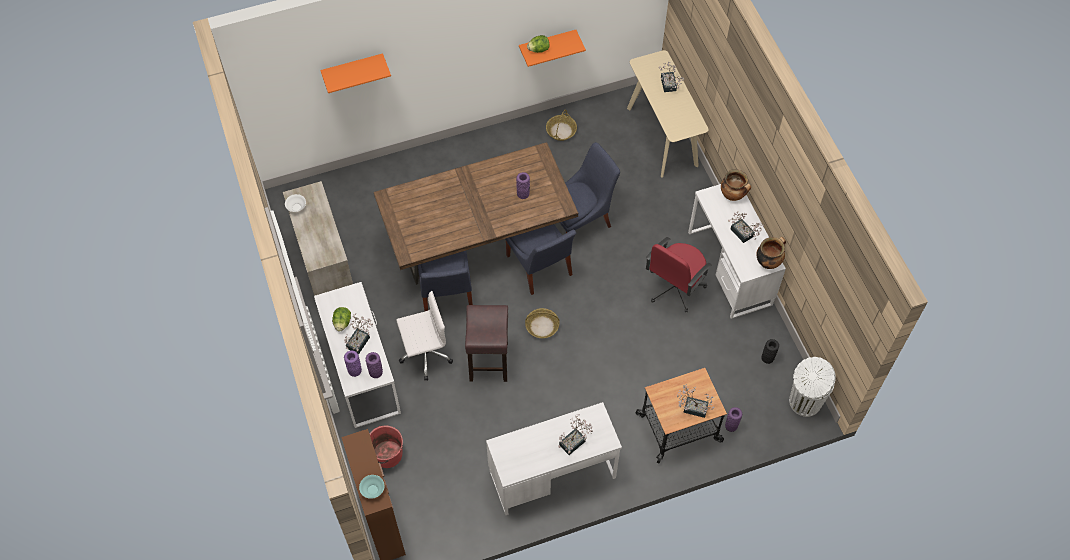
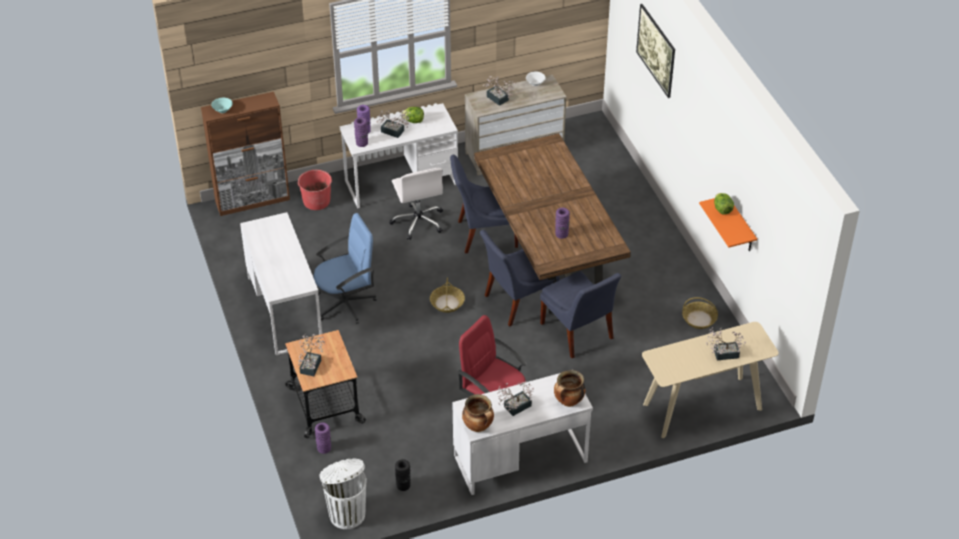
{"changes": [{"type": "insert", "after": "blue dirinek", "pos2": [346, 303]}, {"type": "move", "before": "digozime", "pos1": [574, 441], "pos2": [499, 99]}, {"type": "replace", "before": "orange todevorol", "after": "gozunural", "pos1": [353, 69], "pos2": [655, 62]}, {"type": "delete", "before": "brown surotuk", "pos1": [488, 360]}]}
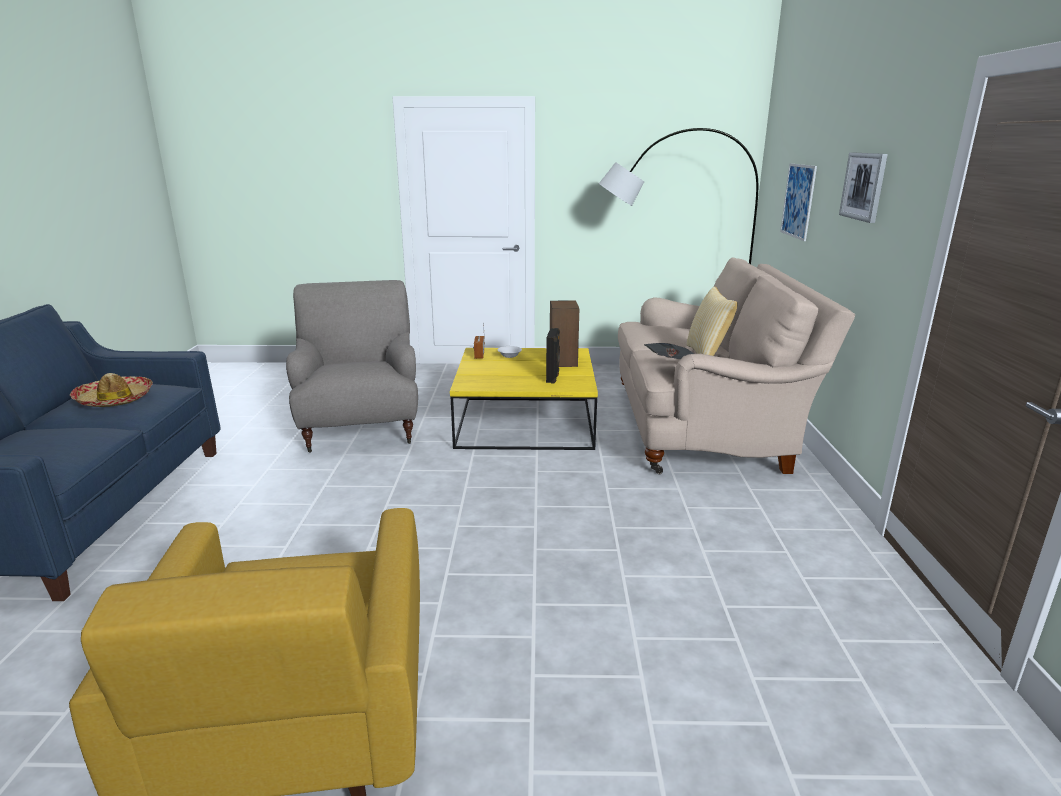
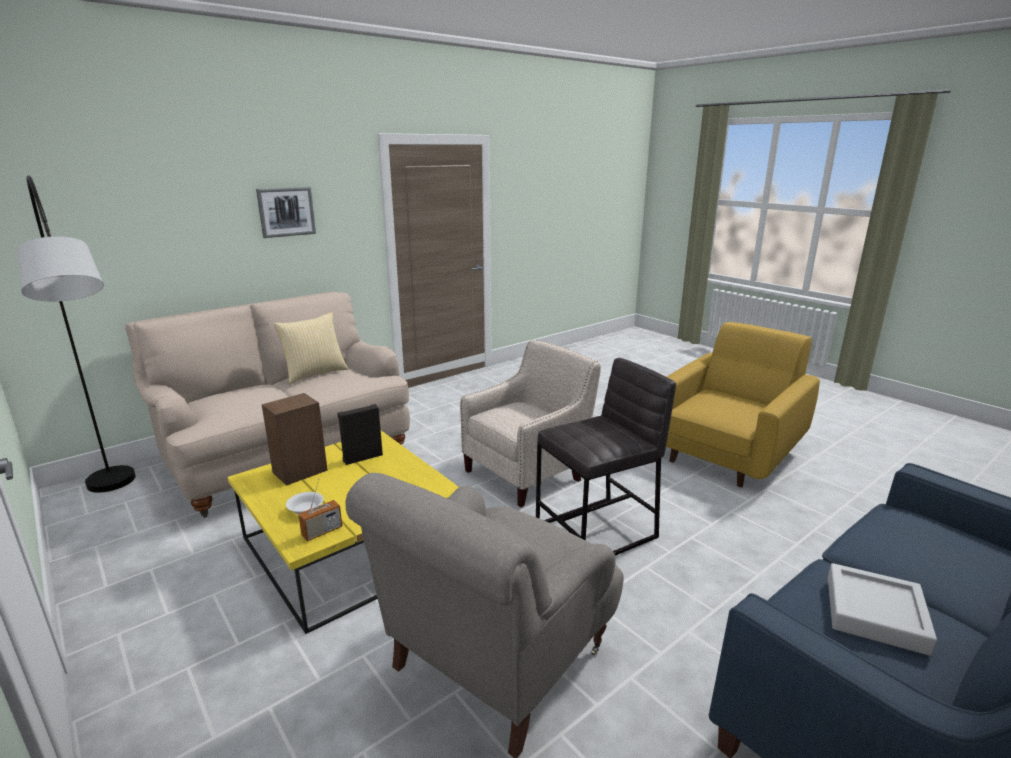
{"changes": [{"type": "insert", "after": "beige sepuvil", "pos2": [528, 472]}, {"type": "insert", "after": "grey surotuk", "pos2": [597, 532]}, {"type": "replace", "before": "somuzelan", "after": "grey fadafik", "pos1": [115, 399], "pos2": [875, 614]}, {"type": "delete", "before": "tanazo", "pos1": [671, 366]}, {"type": "delete", "before": "gozunural", "pos1": [798, 201]}]}
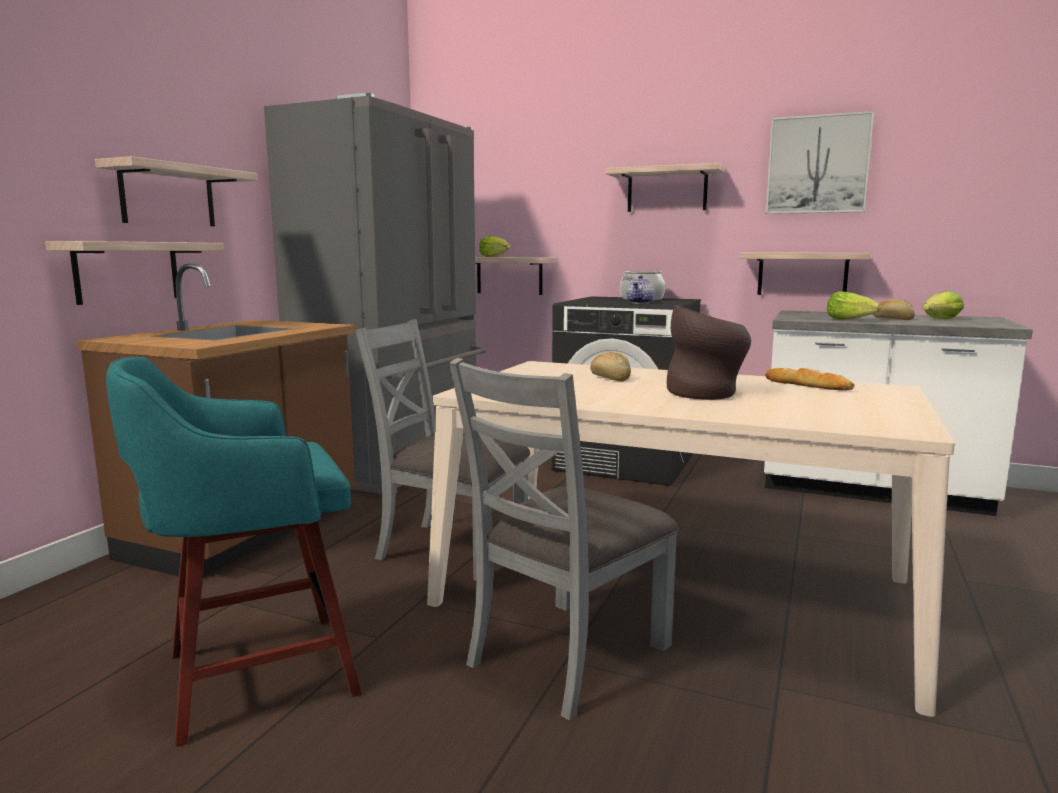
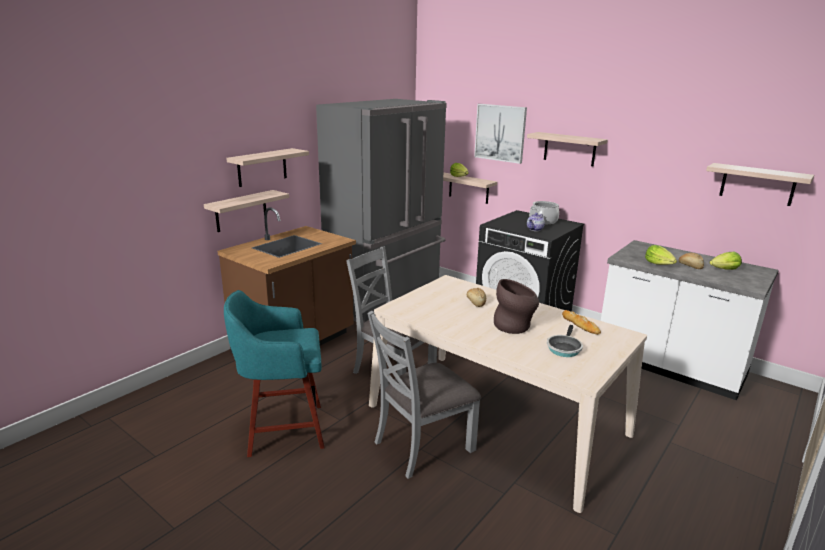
{"changes": [{"type": "move", "before": "gozunural", "pos1": [817, 164], "pos2": [500, 133]}, {"type": "insert", "after": "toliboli", "pos2": [564, 348]}, {"type": "move", "before": "todevorol", "pos1": [802, 274], "pos2": [757, 184]}]}
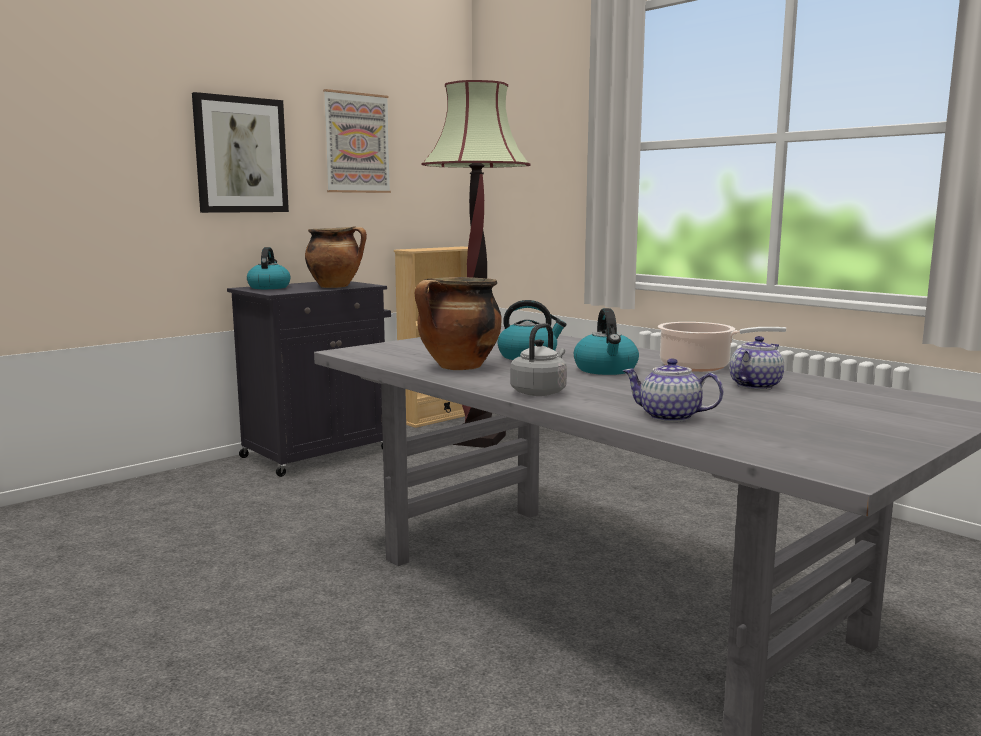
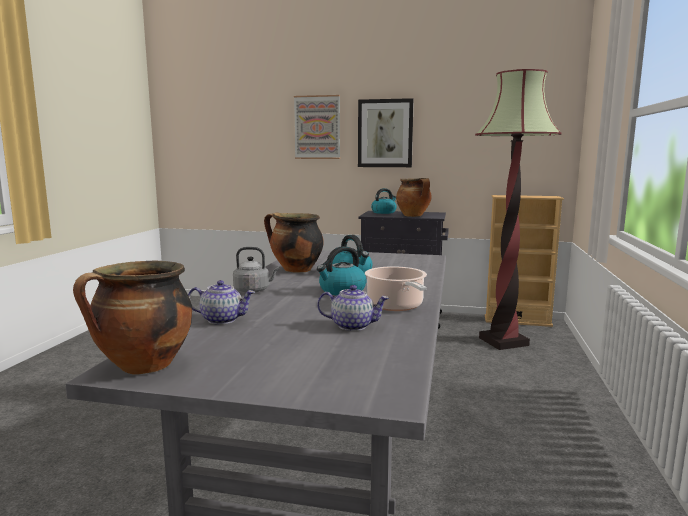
{"changes": [{"type": "insert", "after": "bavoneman", "pos2": [144, 367]}, {"type": "rotate", "before": "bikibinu", "pos1": [669, 417], "pos2": [222, 319], "turn": 105}, {"type": "move", "before": "gozunural", "pos1": [356, 143], "pos2": [317, 127]}]}
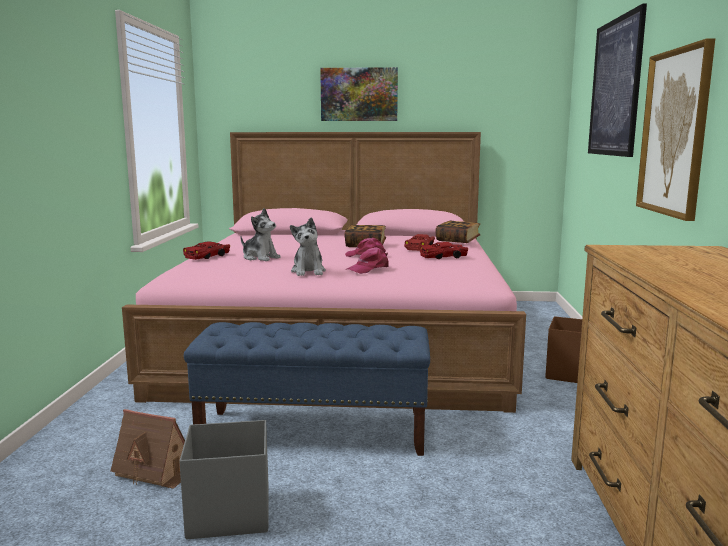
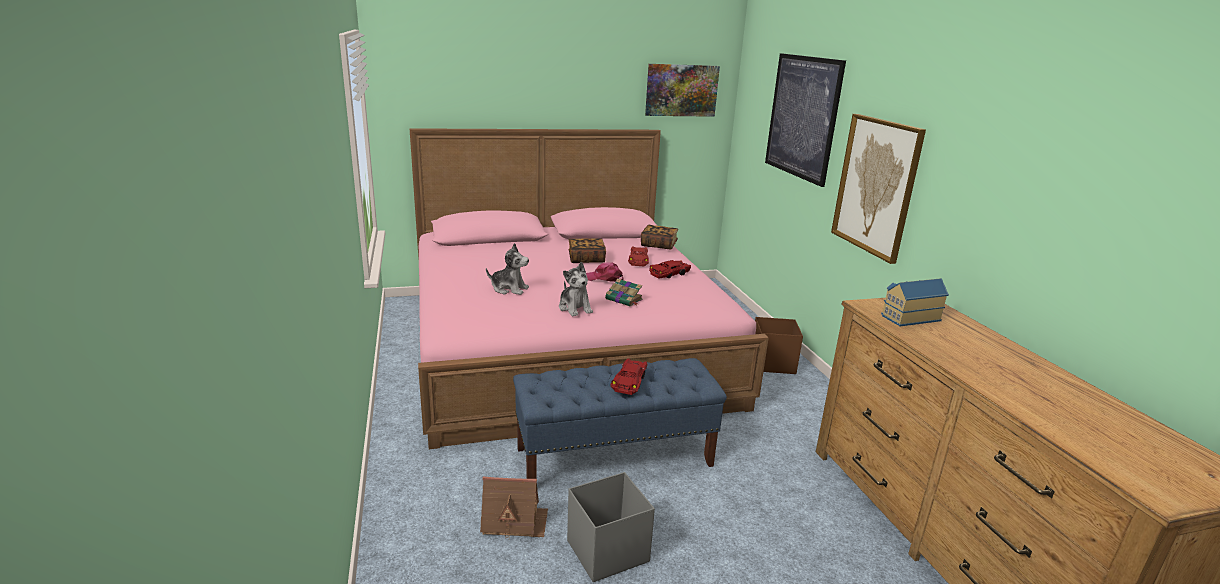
{"changes": [{"type": "replace", "before": "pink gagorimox", "after": "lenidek", "pos1": [369, 269], "pos2": [624, 299]}, {"type": "move", "before": "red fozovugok", "pos1": [208, 256], "pos2": [630, 381]}, {"type": "move", "before": "gozunural", "pos1": [359, 94], "pos2": [681, 90]}, {"type": "insert", "after": "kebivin", "pos2": [908, 317]}]}
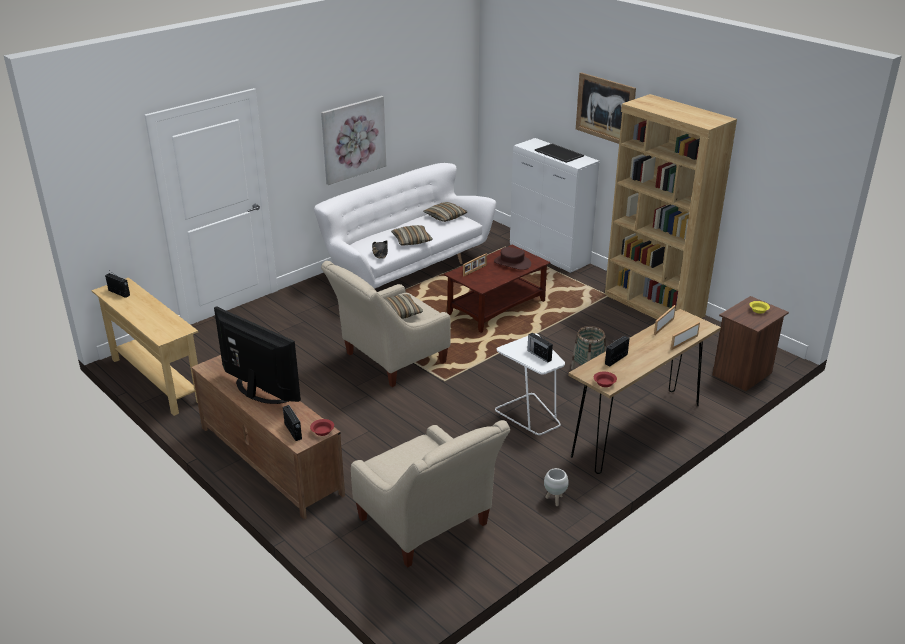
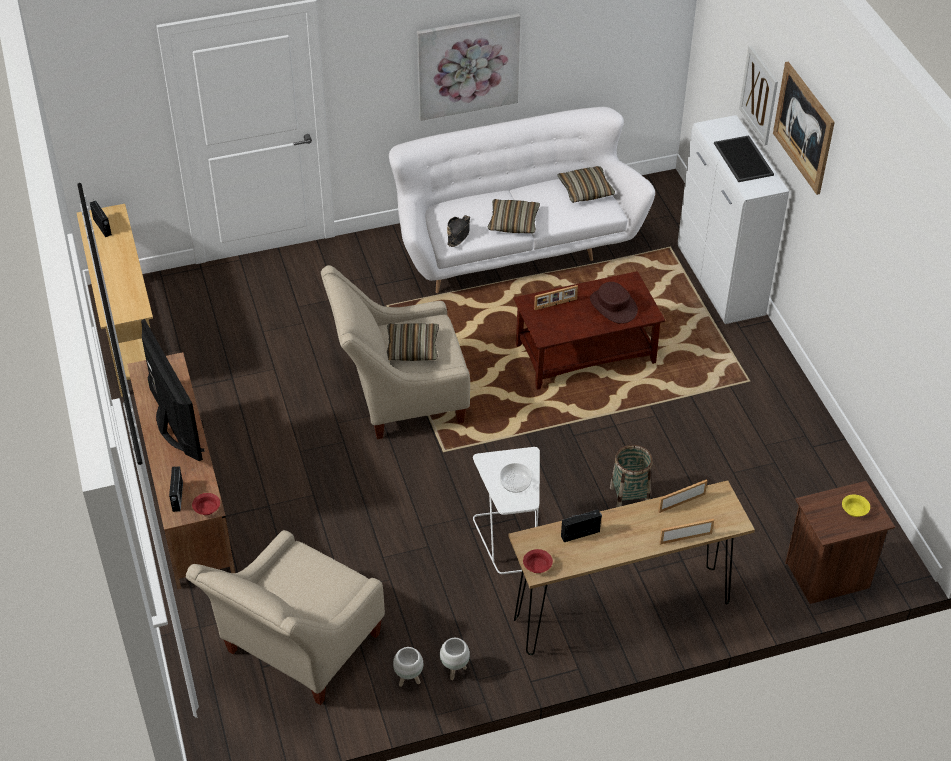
{"changes": [{"type": "rotate", "before": "beige sepuvil", "pos1": [428, 527], "pos2": [296, 651], "turn": 45}, {"type": "insert", "after": "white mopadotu", "pos2": [408, 679]}, {"type": "replace", "before": "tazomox", "after": "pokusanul", "pos1": [539, 355], "pos2": [515, 484]}, {"type": "insert", "after": "gozunural", "pos2": [759, 95]}, {"type": "delete", "before": "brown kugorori", "pos1": [653, 306]}]}
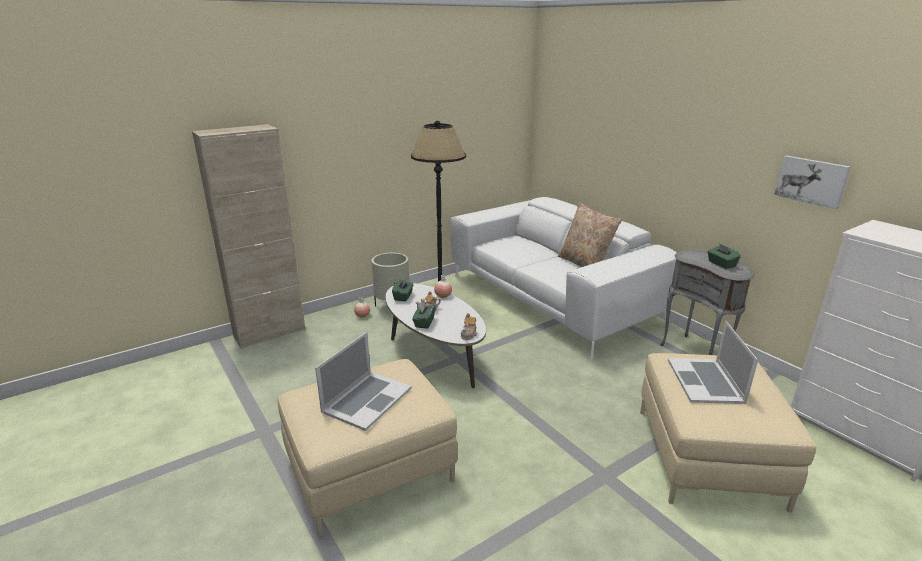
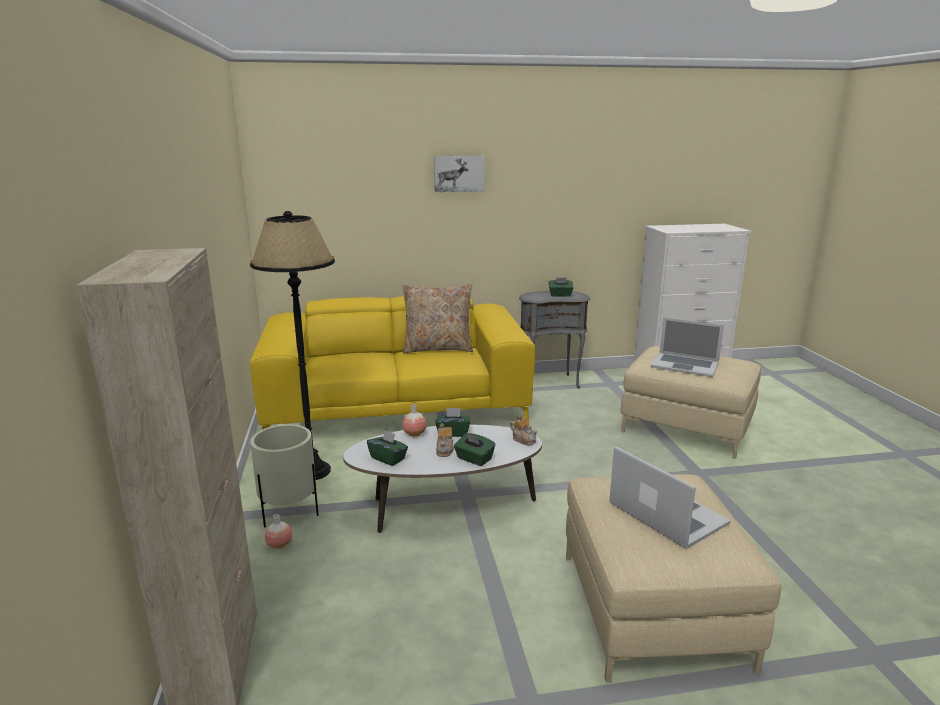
{"changes": [{"type": "recolor", "before": "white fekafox", "after": "yellow fekafox", "pos1": [551, 299], "pos2": [396, 408]}, {"type": "move", "before": "gozunural", "pos1": [812, 181], "pos2": [459, 173]}, {"type": "insert", "after": "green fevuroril", "pos2": [453, 433]}]}
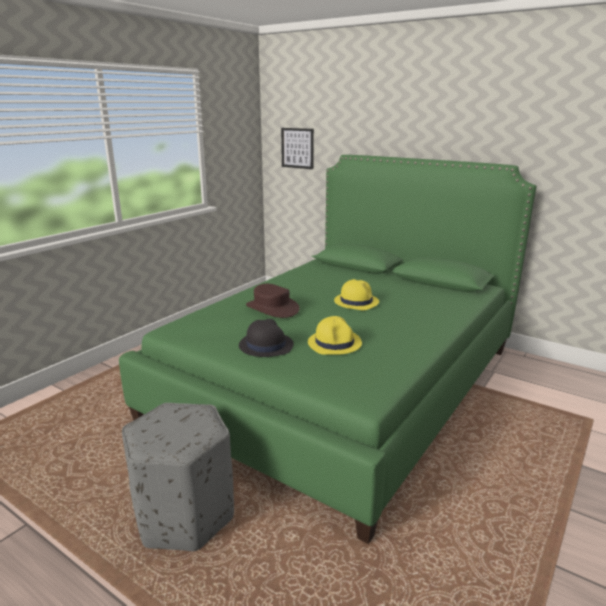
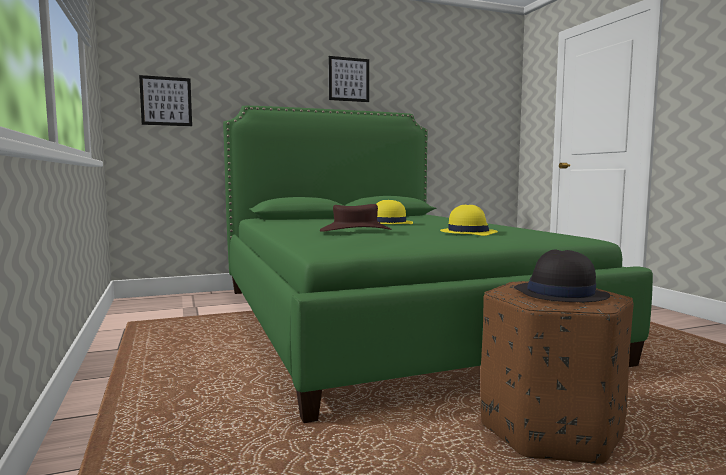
{"changes": [{"type": "insert", "after": "gozunural", "pos2": [348, 79]}, {"type": "recolor", "before": "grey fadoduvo", "after": "brown fadoduvo", "pos1": [185, 515], "pos2": [550, 430]}, {"type": "move", "before": "black somuzelan", "pos1": [265, 345], "pos2": [559, 294]}]}
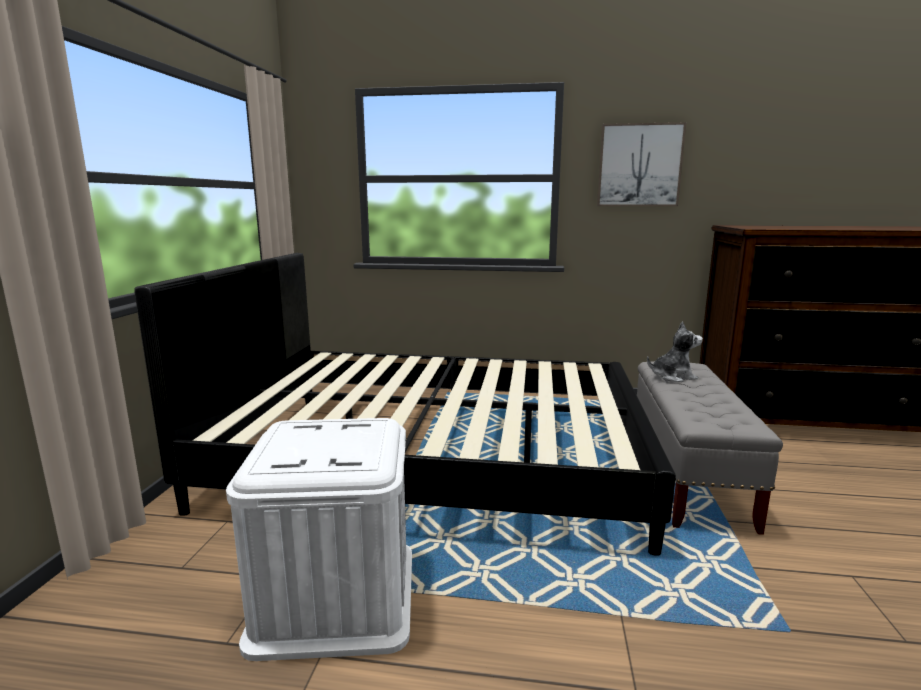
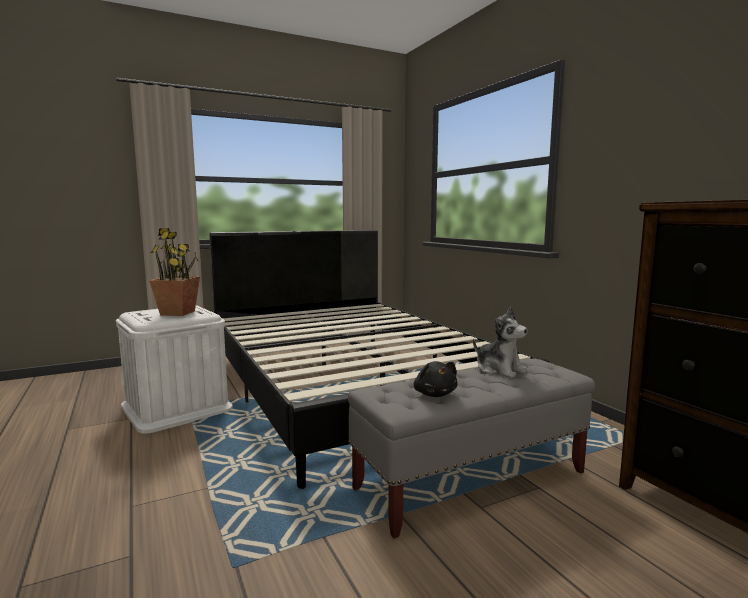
{"changes": [{"type": "insert", "after": "digozime", "pos2": [178, 313]}, {"type": "insert", "after": "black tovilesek", "pos2": [434, 394]}, {"type": "delete", "before": "gozunural", "pos1": [639, 165]}]}
